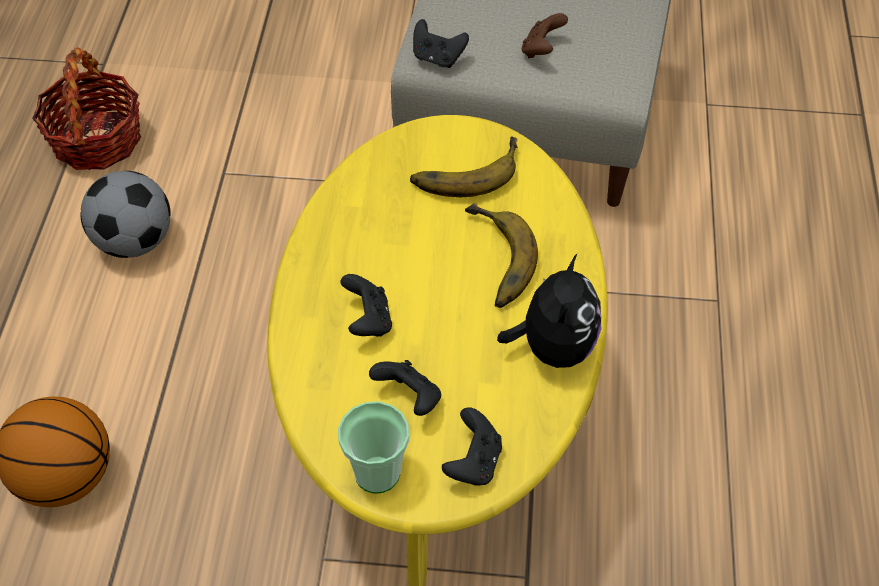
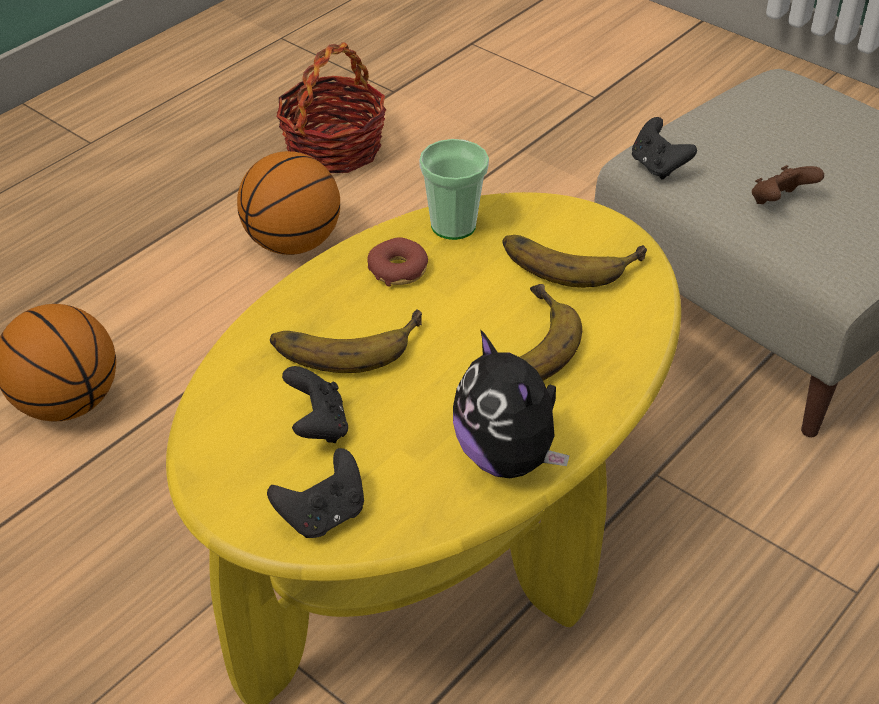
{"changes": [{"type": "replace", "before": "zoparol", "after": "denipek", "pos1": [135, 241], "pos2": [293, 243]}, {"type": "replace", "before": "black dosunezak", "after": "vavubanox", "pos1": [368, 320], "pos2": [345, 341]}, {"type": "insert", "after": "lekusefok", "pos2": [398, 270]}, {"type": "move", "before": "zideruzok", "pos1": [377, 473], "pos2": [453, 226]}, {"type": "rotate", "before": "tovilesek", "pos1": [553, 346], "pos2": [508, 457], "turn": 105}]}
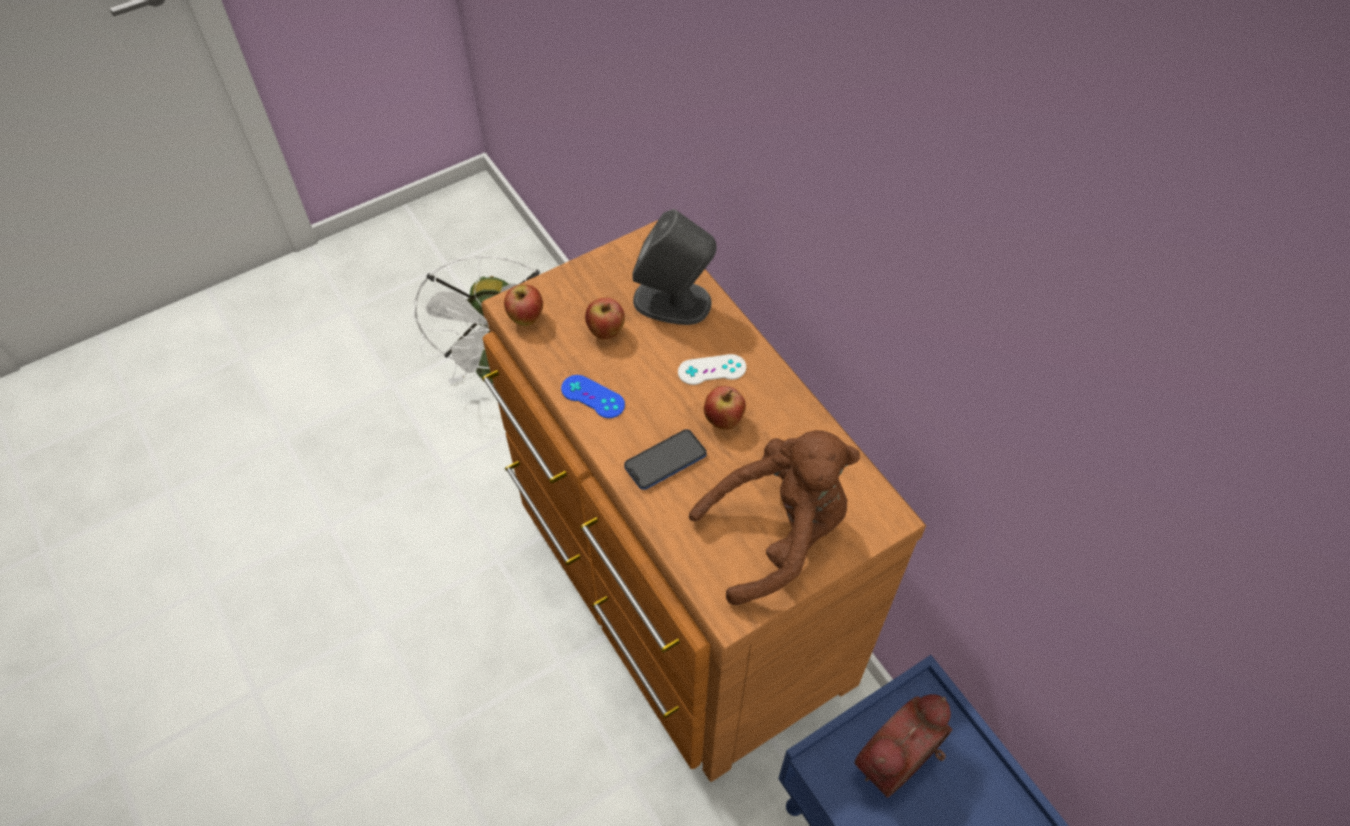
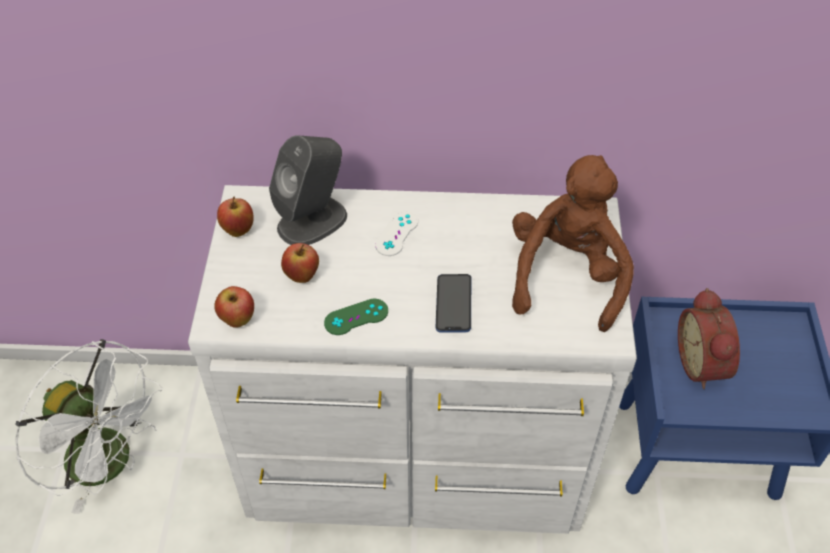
{"changes": [{"type": "recolor", "before": "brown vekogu", "after": "white vekogu", "pos1": [677, 593], "pos2": [417, 460]}, {"type": "move", "before": "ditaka", "pos1": [723, 421], "pos2": [238, 230]}, {"type": "recolor", "before": "blue dosunezak", "after": "green dosunezak", "pos1": [592, 397], "pos2": [356, 317]}]}
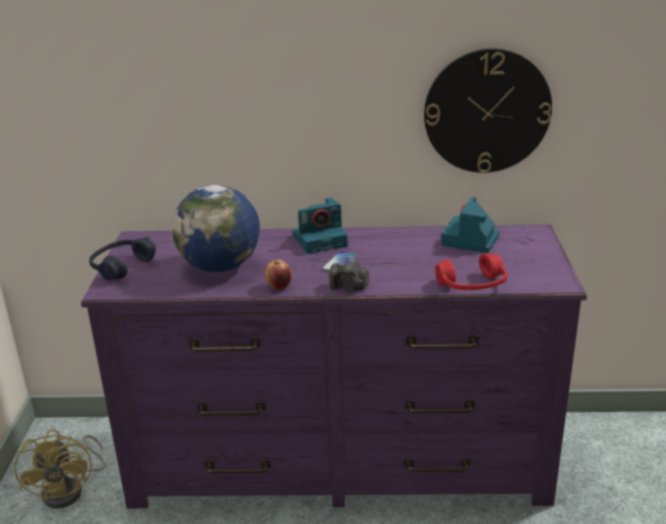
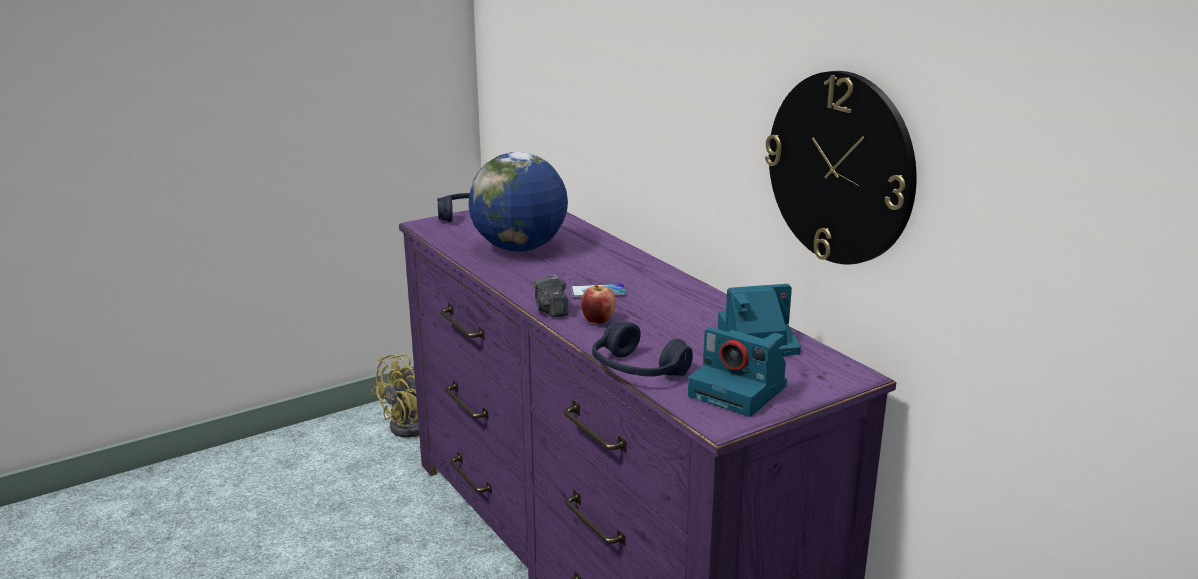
{"changes": [{"type": "move", "before": "ditaka", "pos1": [279, 286], "pos2": [598, 321]}, {"type": "recolor", "before": "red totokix", "after": "blue totokix", "pos1": [472, 286], "pos2": [637, 370]}, {"type": "move", "before": "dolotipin", "pos1": [320, 239], "pos2": [740, 391]}]}
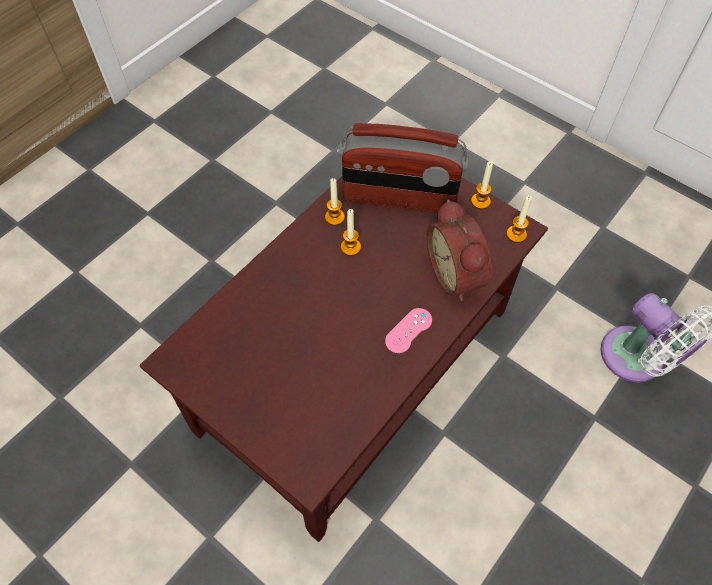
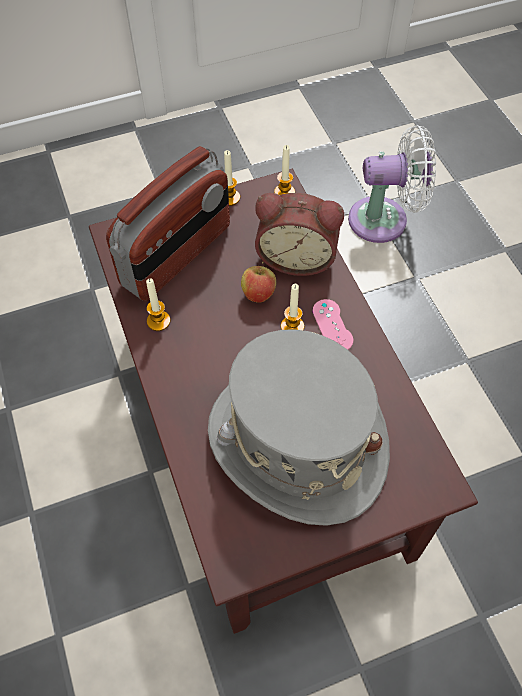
{"changes": [{"type": "insert", "after": "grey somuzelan", "pos2": [296, 443]}, {"type": "insert", "after": "ditaka", "pos2": [258, 294]}, {"type": "move", "before": "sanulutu", "pos1": [350, 247], "pos2": [292, 326]}]}
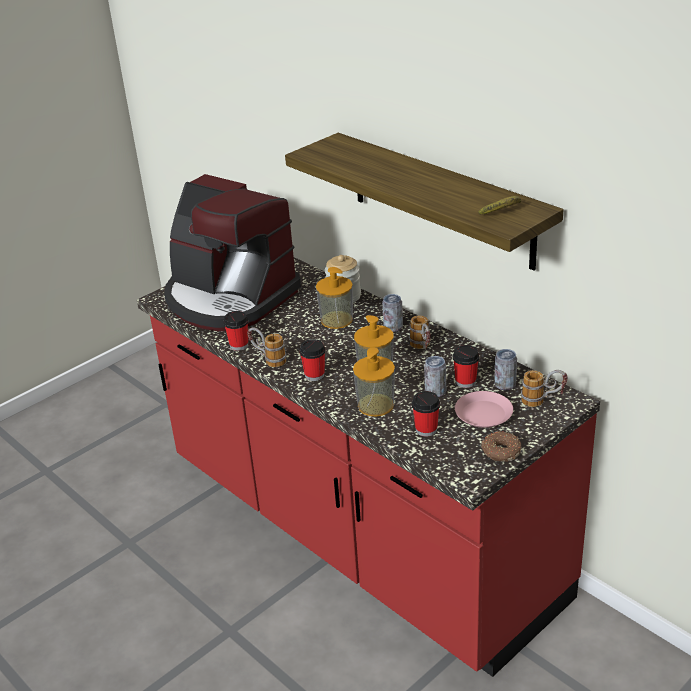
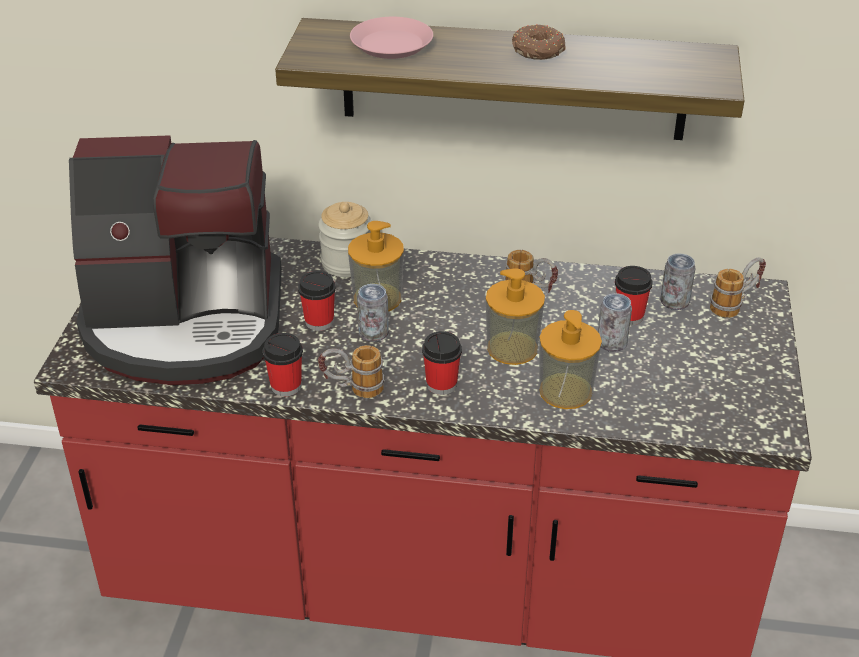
{"changes": [{"type": "move", "before": "zideruzok", "pos1": [426, 429], "pos2": [319, 322]}, {"type": "move", "before": "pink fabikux", "pos1": [483, 414], "pos2": [391, 44]}, {"type": "move", "before": "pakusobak", "pos1": [393, 327], "pos2": [373, 333]}, {"type": "move", "before": "lekusefok", "pos1": [500, 452], "pos2": [537, 51]}, {"type": "delete", "before": "vavubanox", "pos1": [503, 211]}]}
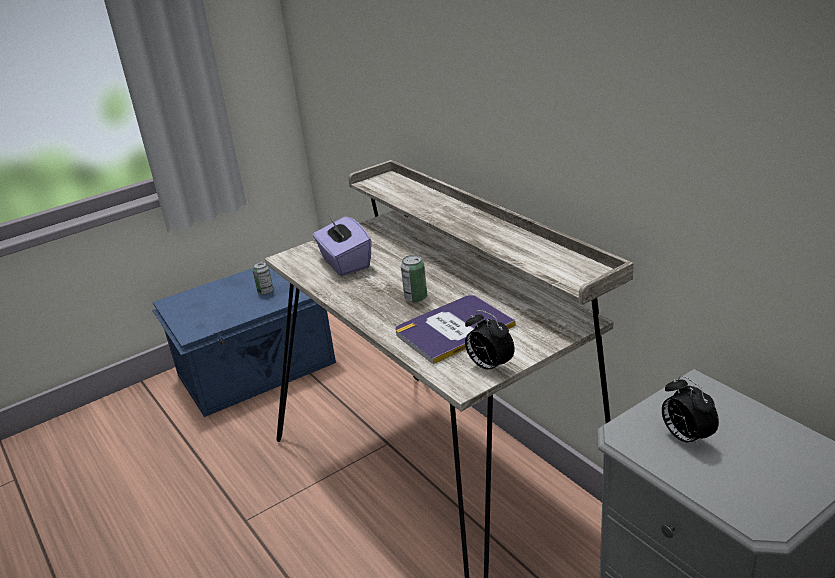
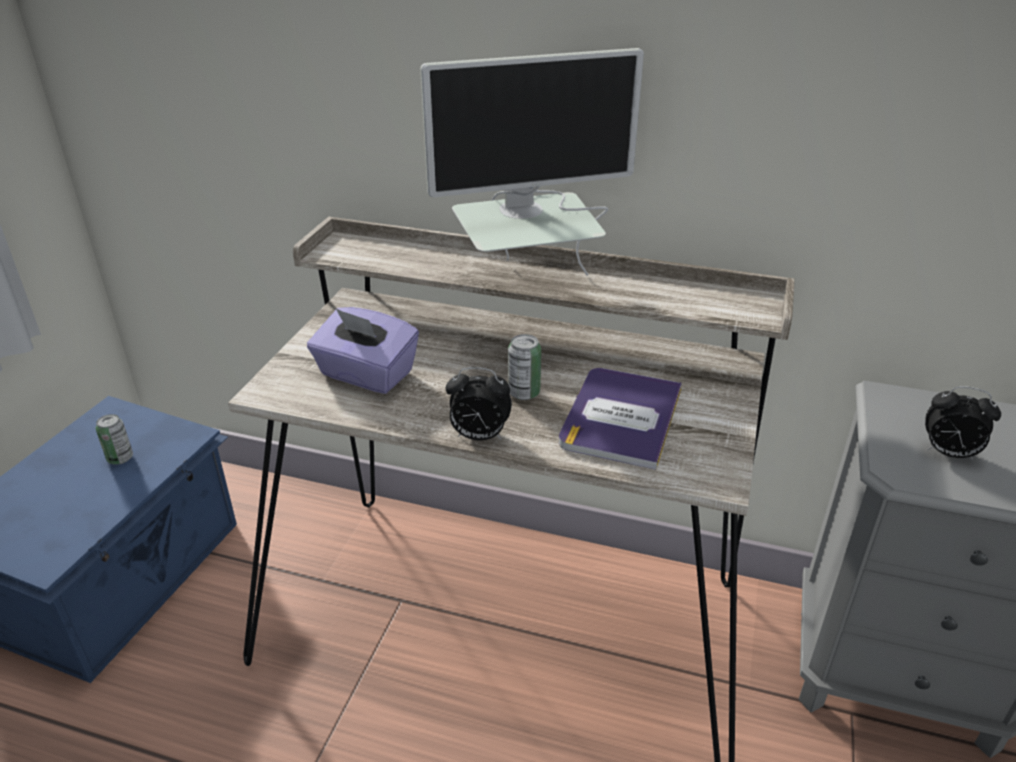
{"changes": [{"type": "insert", "after": "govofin", "pos2": [527, 283]}, {"type": "move", "before": "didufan", "pos1": [489, 366], "pos2": [479, 436]}]}
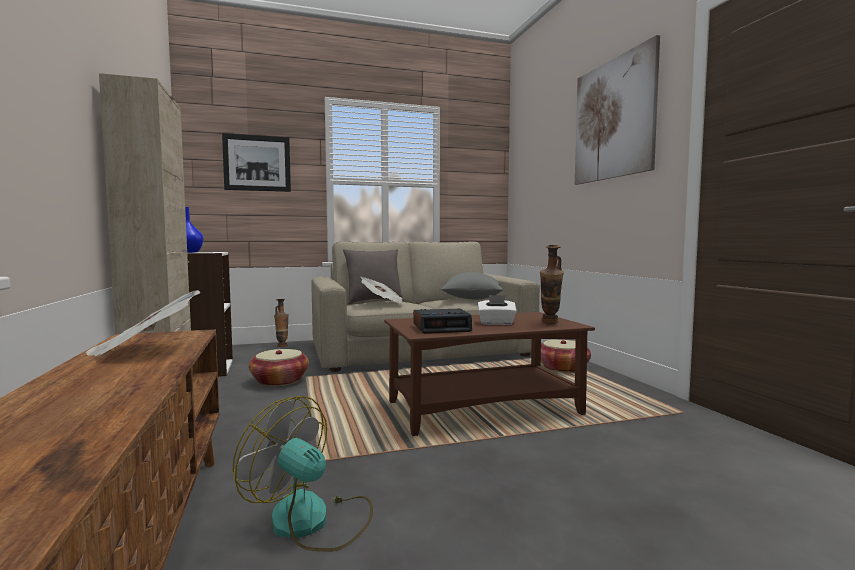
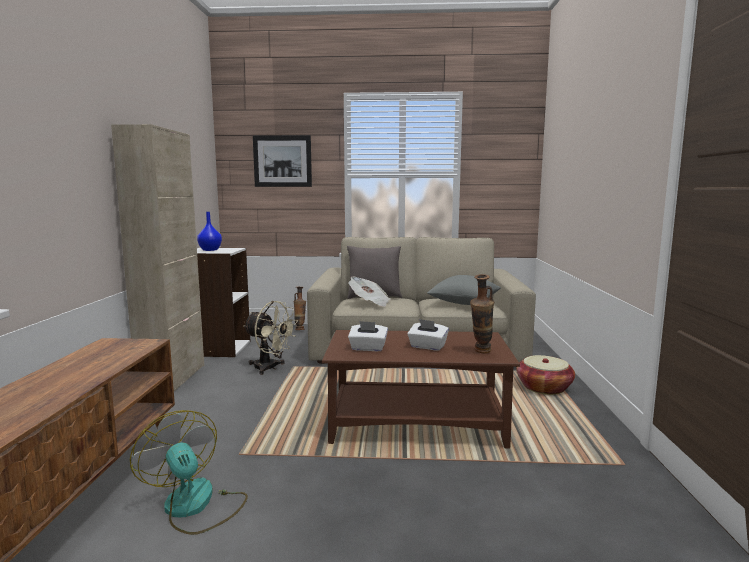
{"changes": [{"type": "replace", "before": "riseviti", "after": "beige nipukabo", "pos1": [279, 381], "pos2": [270, 368]}, {"type": "replace", "before": "didufan", "after": "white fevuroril", "pos1": [442, 328], "pos2": [368, 348]}, {"type": "delete", "before": "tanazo", "pos1": [144, 350]}, {"type": "delete", "before": "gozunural", "pos1": [613, 119]}]}
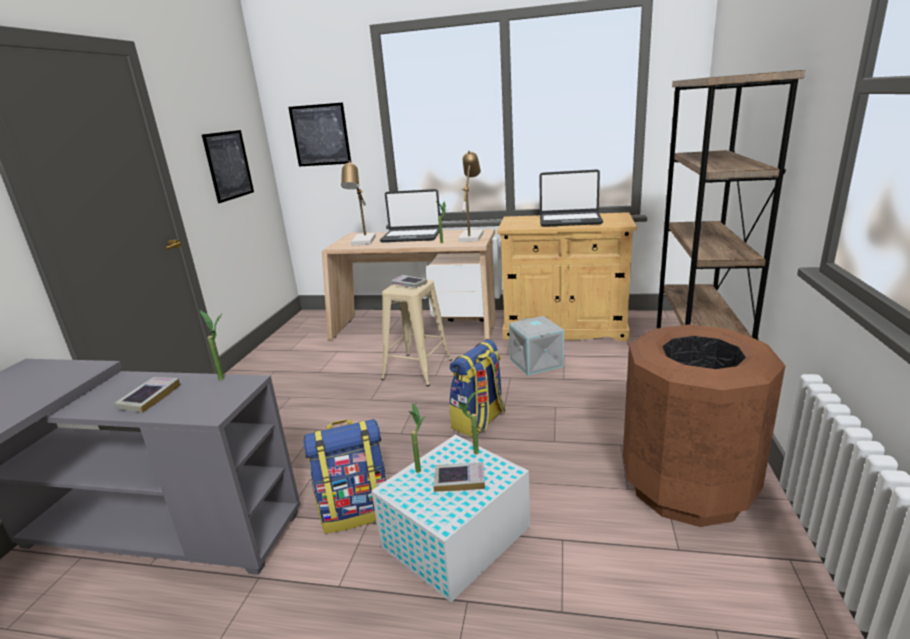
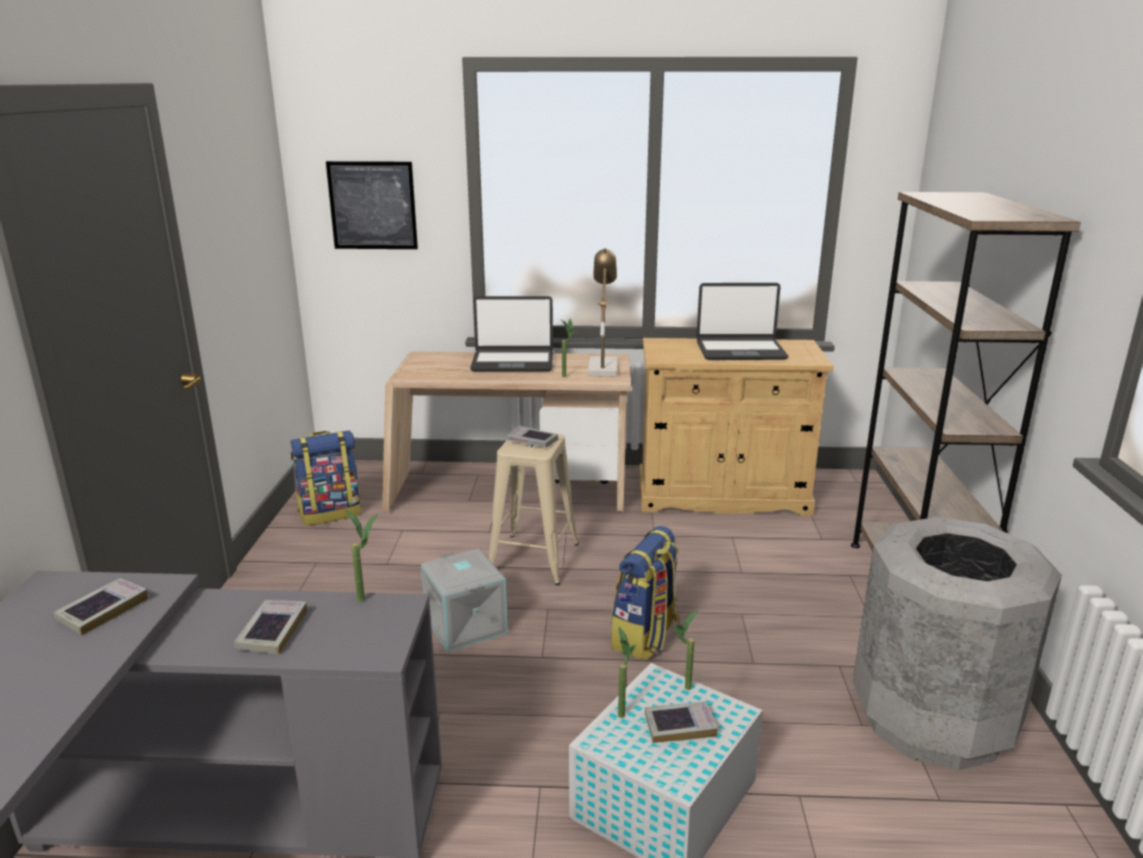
{"changes": [{"type": "insert", "after": "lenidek", "pos2": [103, 610]}, {"type": "move", "before": "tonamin", "pos1": [356, 511], "pos2": [331, 513]}, {"type": "move", "before": "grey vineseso", "pos1": [537, 362], "pos2": [467, 625]}, {"type": "recolor", "before": "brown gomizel", "after": "grey gomizel", "pos1": [687, 487], "pos2": [933, 720]}, {"type": "delete", "before": "gozunural", "pos1": [229, 165]}, {"type": "delete", "before": "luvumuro", "pos1": [363, 242]}]}
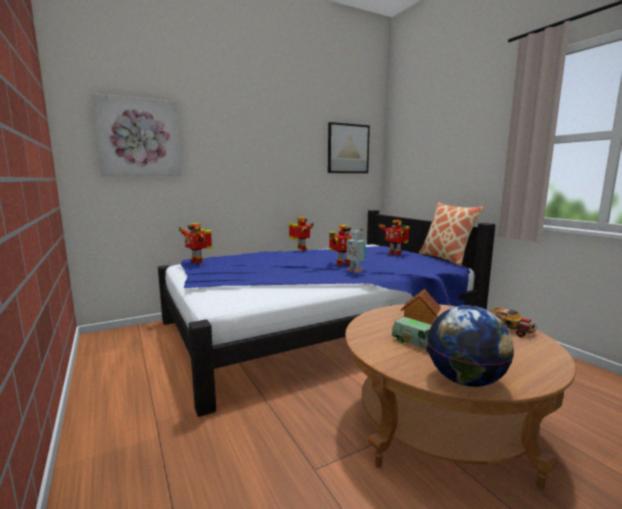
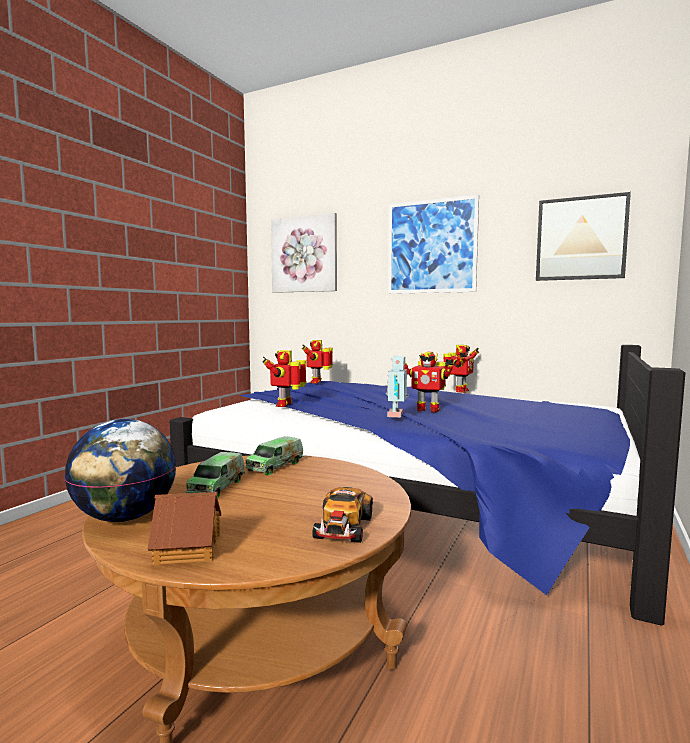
{"changes": [{"type": "move", "before": "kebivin", "pos1": [419, 317], "pos2": [187, 548]}, {"type": "insert", "after": "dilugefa", "pos2": [275, 466]}, {"type": "move", "before": "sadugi", "pos1": [395, 254], "pos2": [286, 405]}, {"type": "insert", "after": "gozunural", "pos2": [431, 246]}, {"type": "delete", "before": "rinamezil", "pos1": [446, 258]}]}
